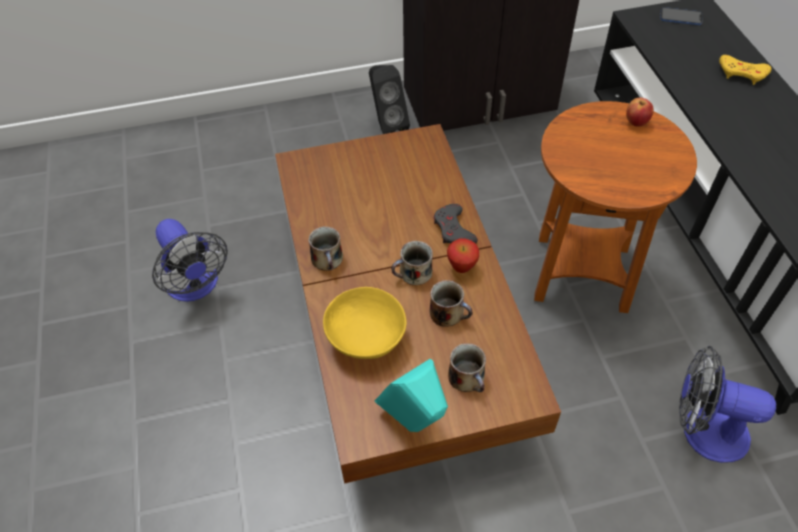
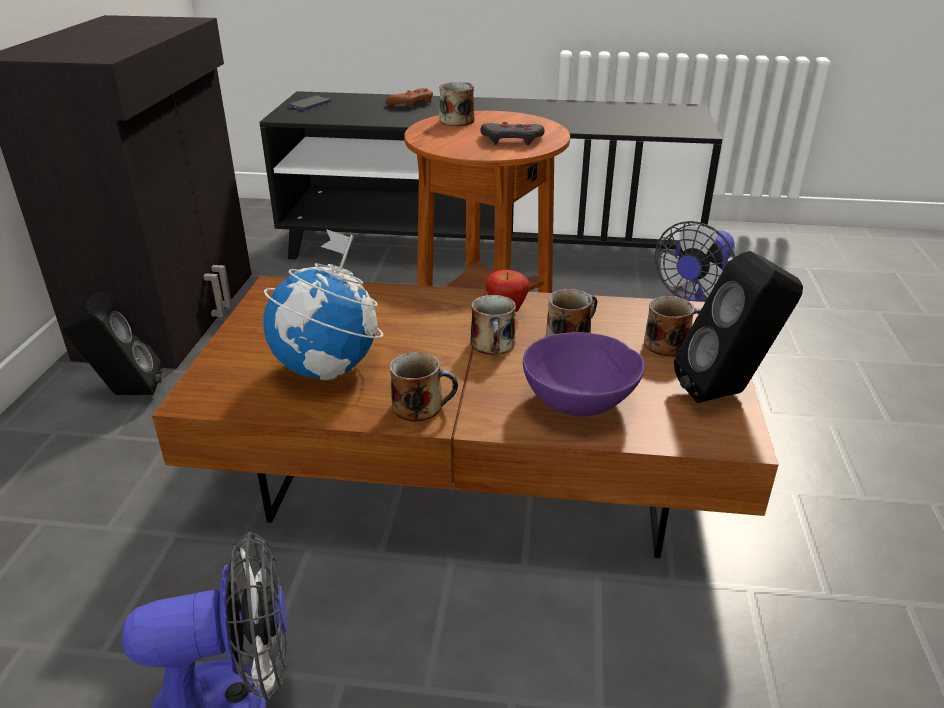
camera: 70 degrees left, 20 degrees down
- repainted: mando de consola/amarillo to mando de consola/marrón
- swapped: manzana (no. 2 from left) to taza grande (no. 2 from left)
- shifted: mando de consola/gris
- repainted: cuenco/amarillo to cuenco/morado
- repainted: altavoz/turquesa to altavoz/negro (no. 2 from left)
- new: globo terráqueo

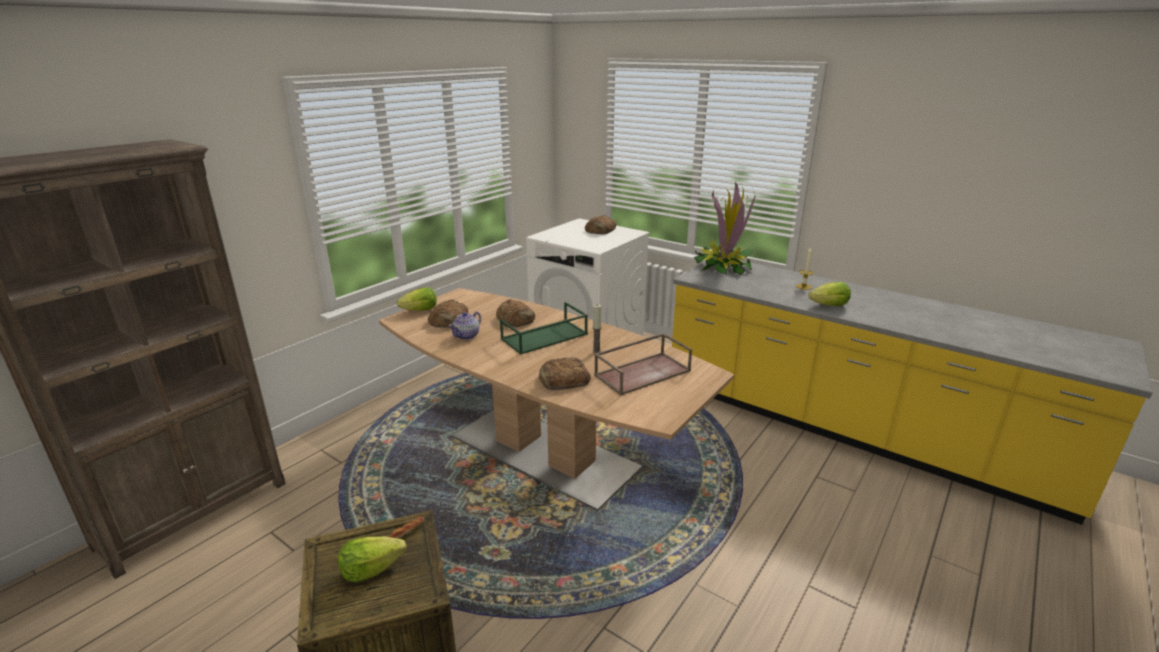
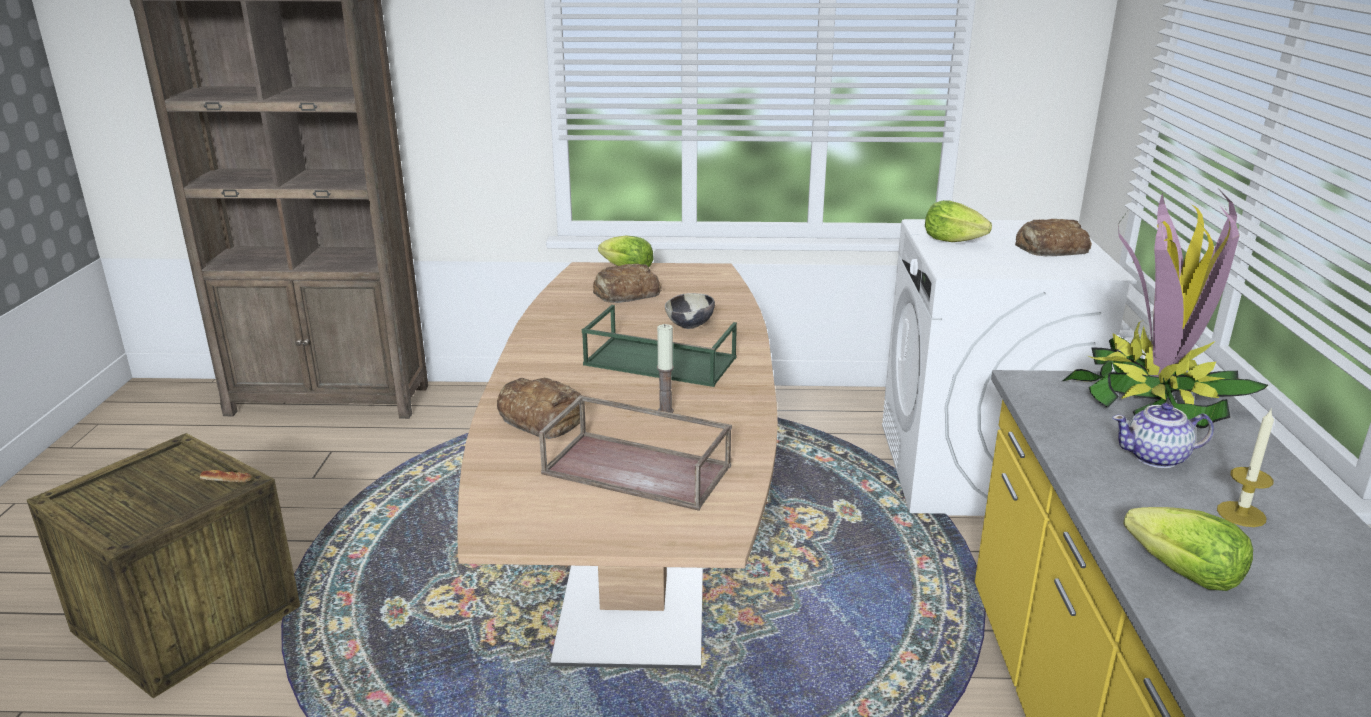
camera: 55 degrees right, 0 degrees up
- swapped: pan (no. 3 from left) to cuenco
- shifted: tetera
- shifted: lechuga (no. 1 from left in the first image) to lechuga (no. 2 from left)

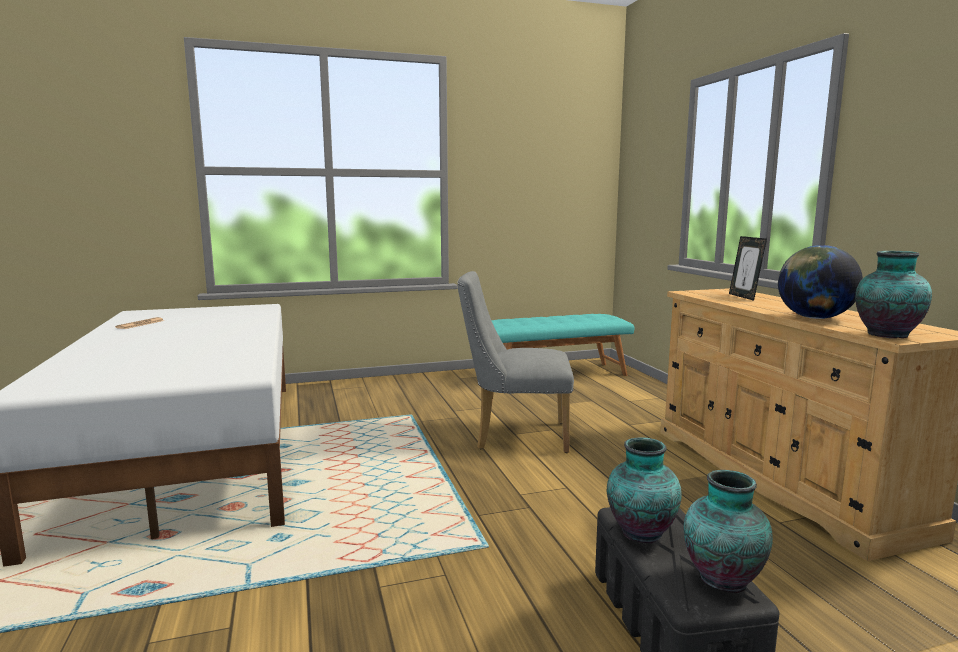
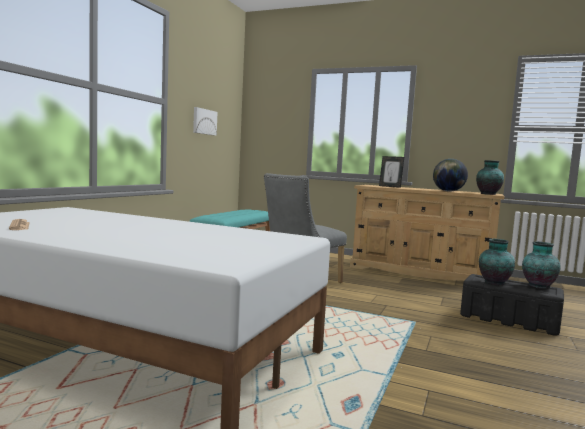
camera: 50 degrees left, 5 degrees down
- new: cuadro

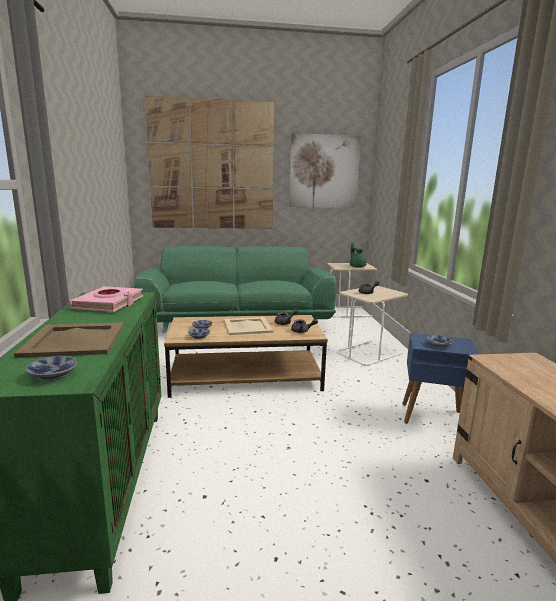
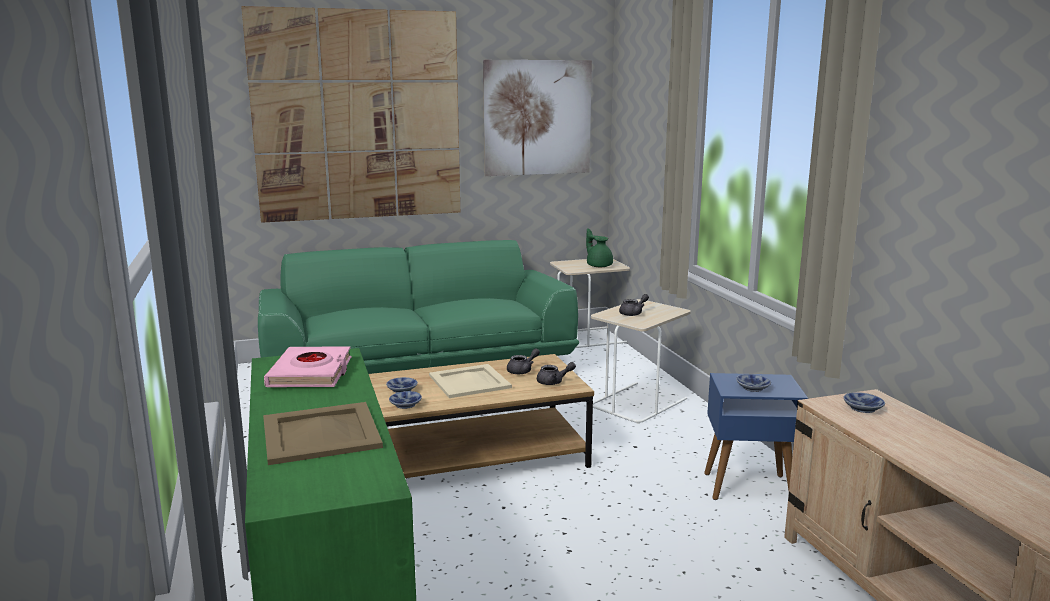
camera: 10 degrees left, 0 degrees up
- shifted: cuenco (no. 1 from left in the first image) to cuenco (no. 4 from left)

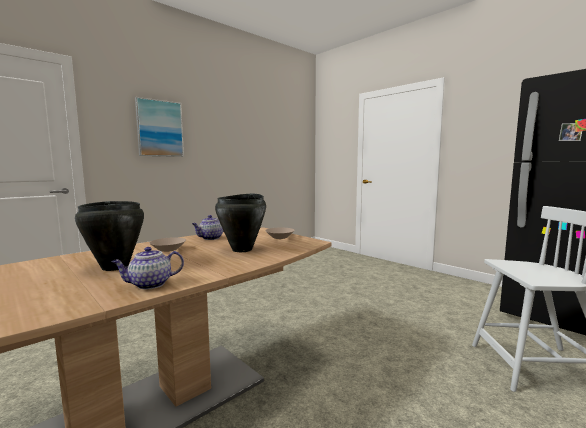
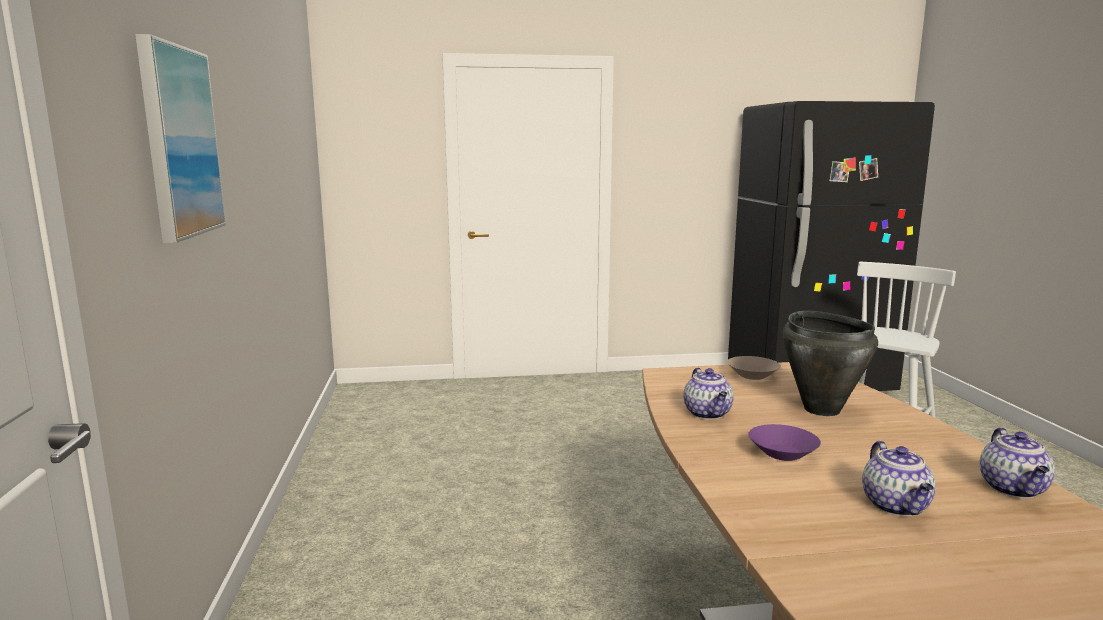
camera: 55 degrees left, 5 degrees up
- swapped: olla/negro (no. 1 from left) to tetera (no. 2 from left)
- repainted: cuenco/beis (no. 1 from left) to cuenco/morado

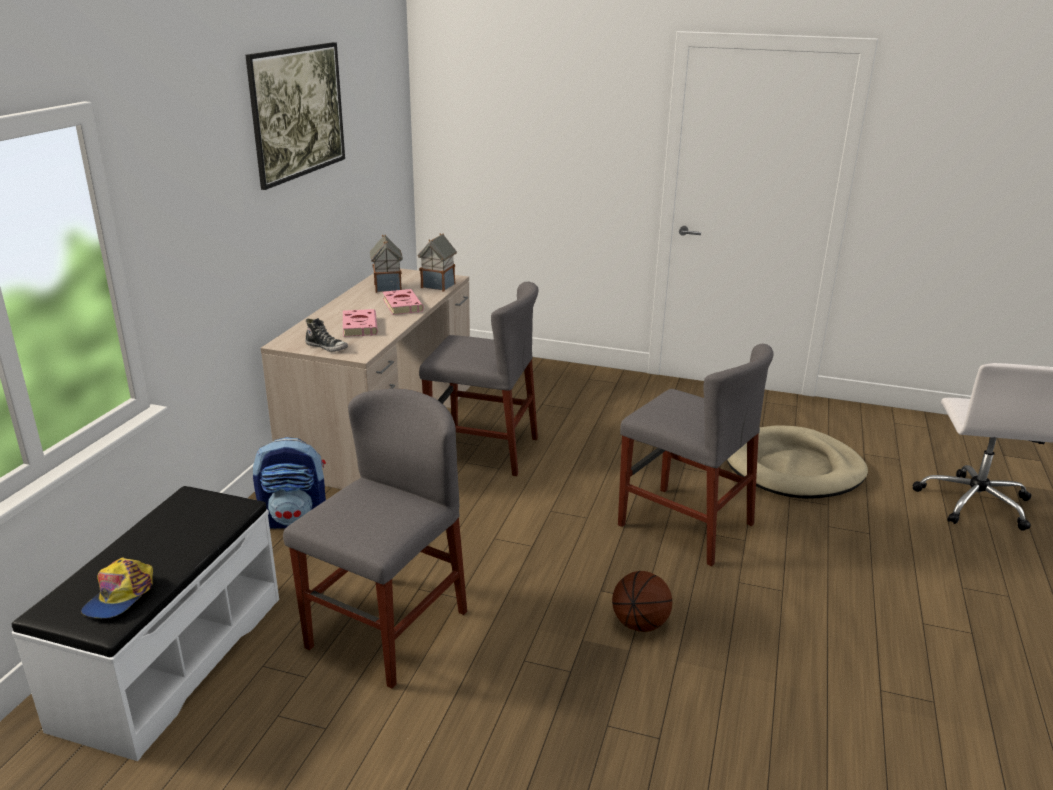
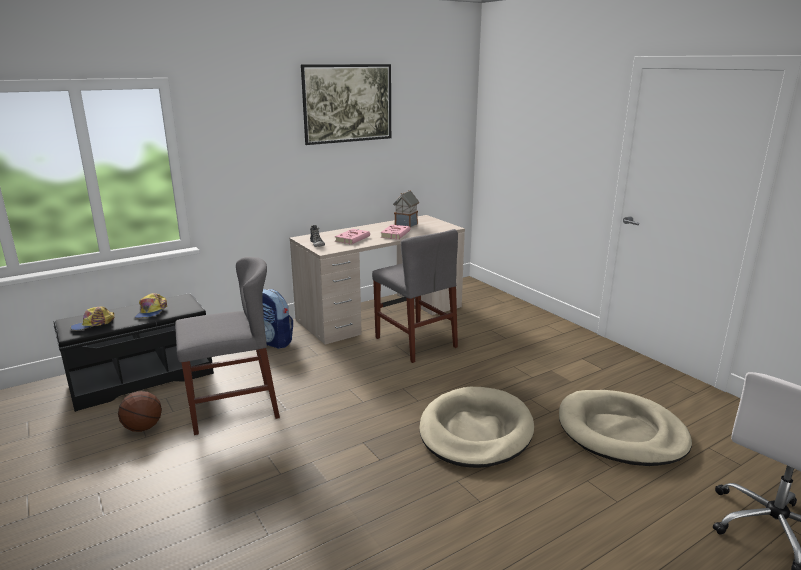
camera: 40 degrees right, 5 degrees down
- gone: casita (no. 2 from left)
- swapped: silla/gris (no. 3 from left) to cama para perro/beis (no. 1 from left)
- repainted: banco/blanco to banco/negro
- shifted: balón de baloncesto
- new: gorra (no. 2 from left)

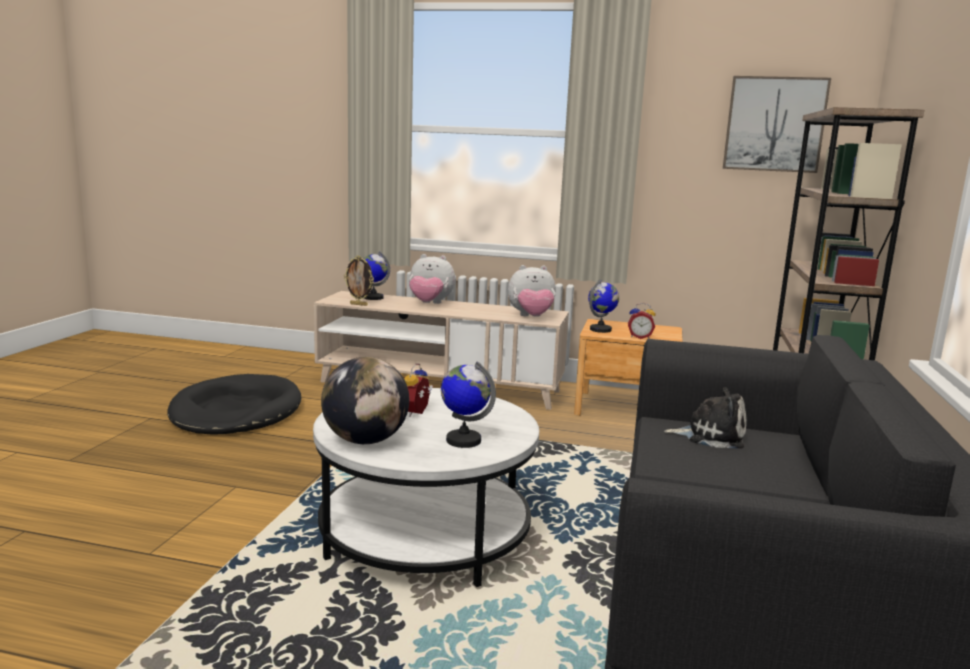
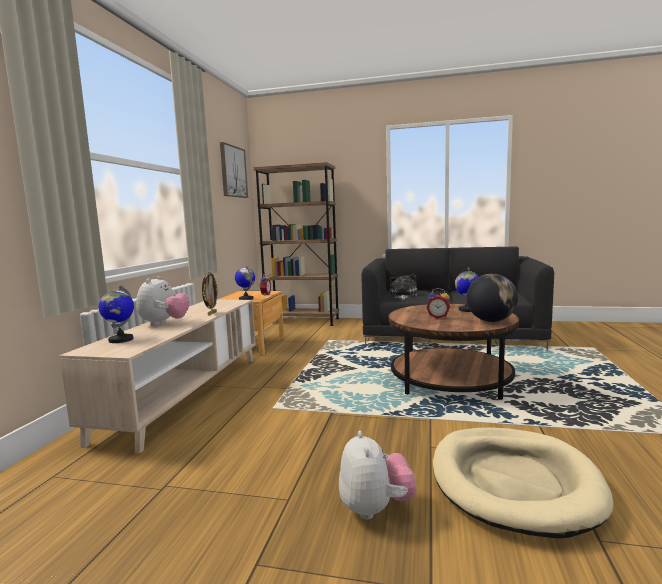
camera: 90 degrees left, 5 degrees down
- shifted: portarretratos
- shifted: peluche (no. 2 from left)
- gone: cama para perro/negro
- repainted: mesa de centro/blanco to mesa de centro/marrón
- new: cama para perro/beis

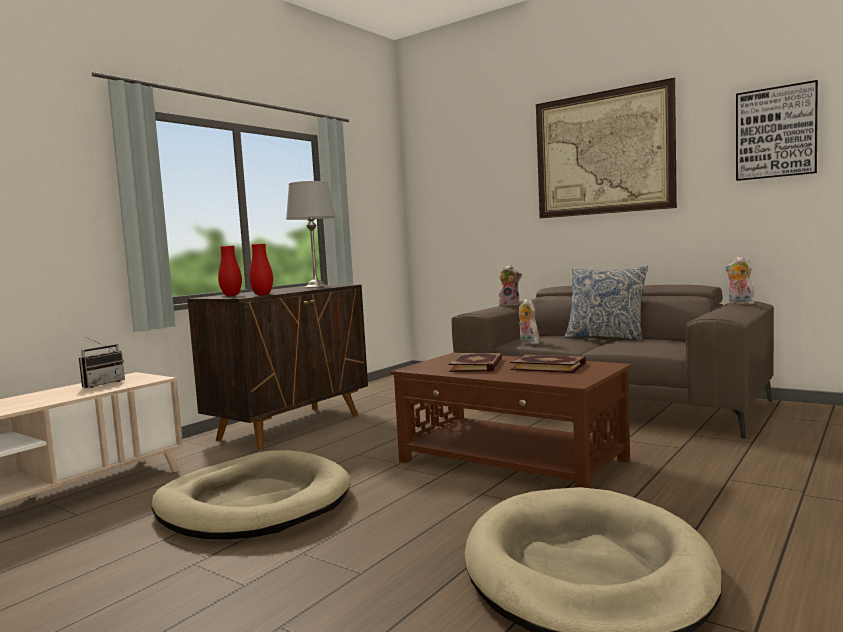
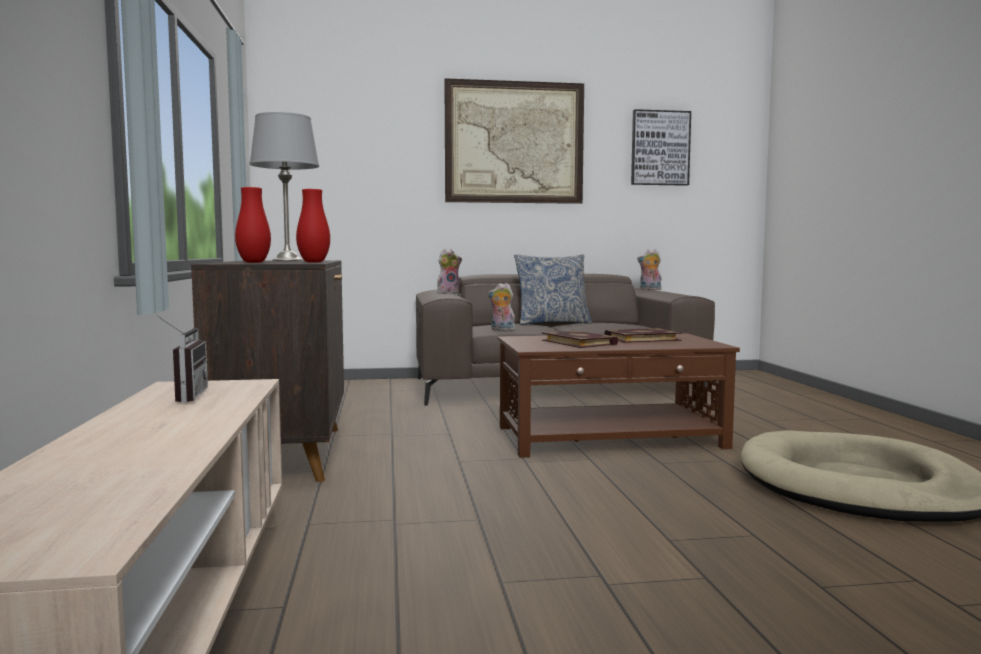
camera: 45 degrees left, 0 degrees up
- gone: cama para perro/beis (no. 1 from left)

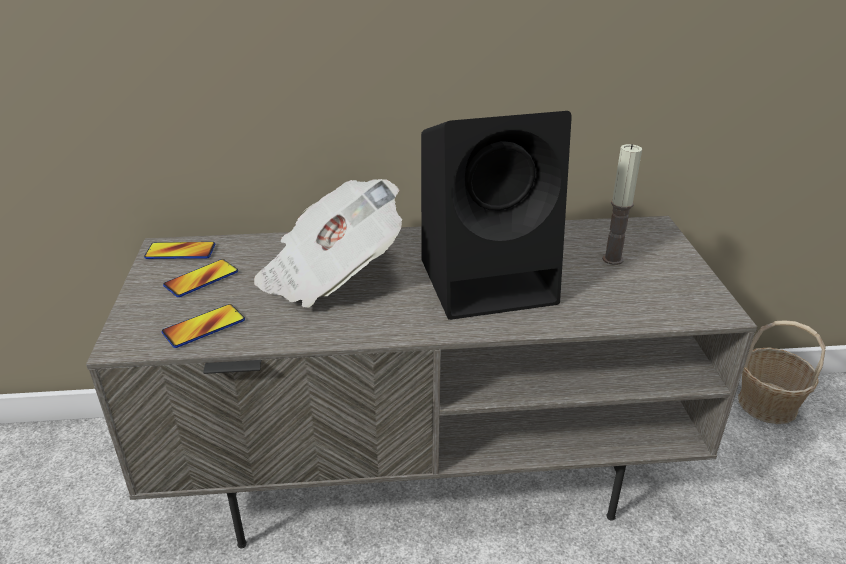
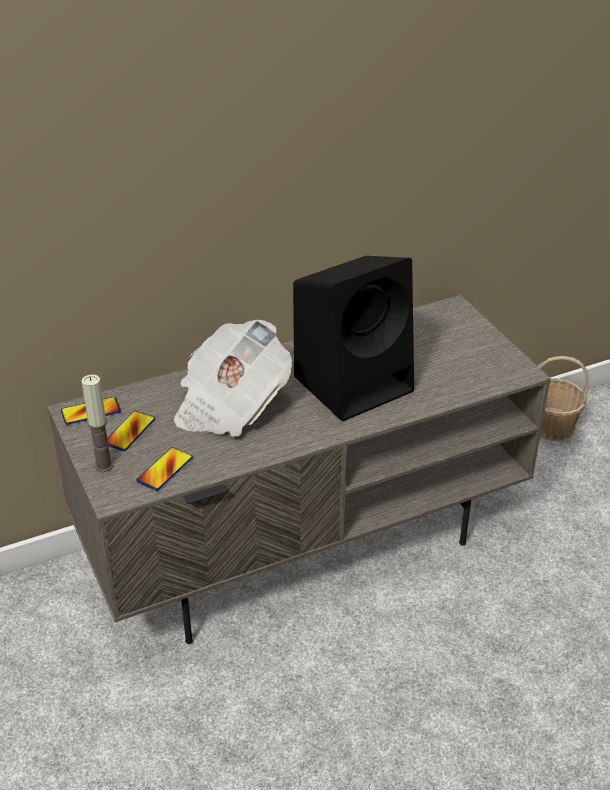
camera: 20 degrees left, 5 degrees up
- shifted: vela

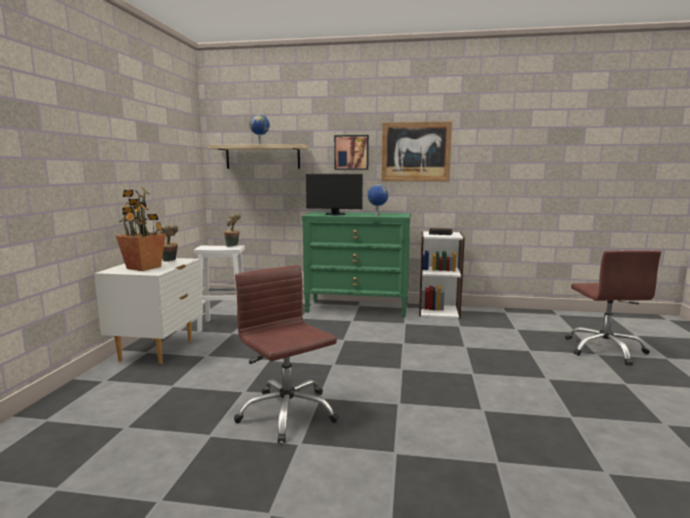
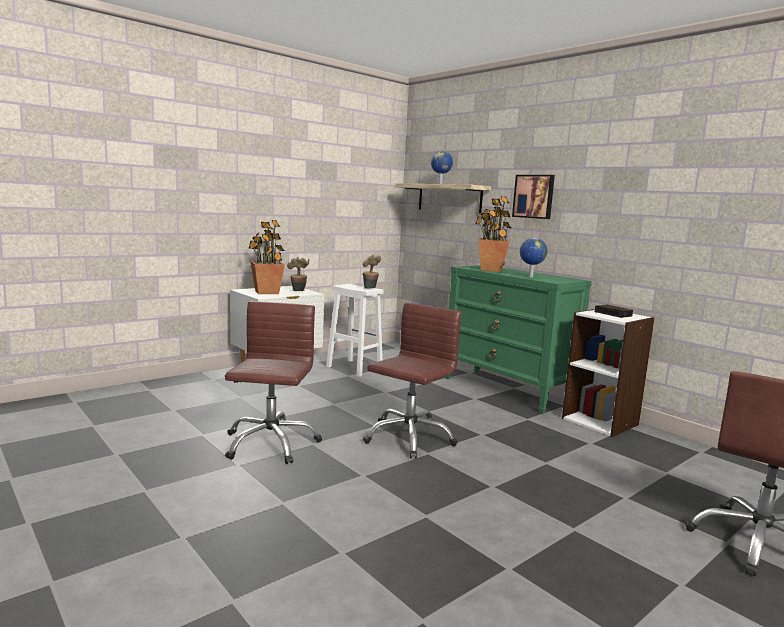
camera: 40 degrees right, 0 degrees up
- gone: cuadro (no. 2 from left)
- swapped: monitor to planta en maceta (no. 4 from left)
- new: silla de oficina/marrón (no. 2 from left)

